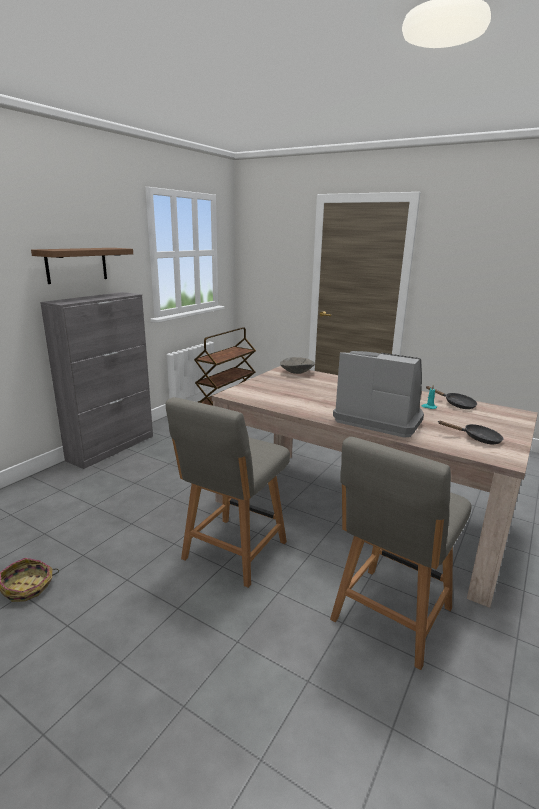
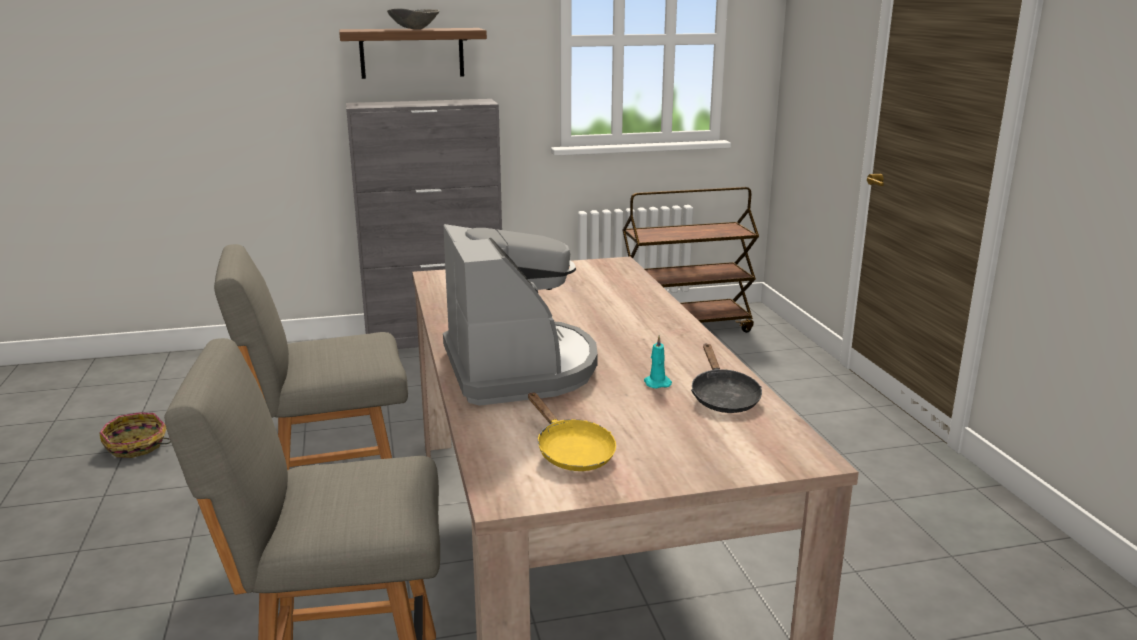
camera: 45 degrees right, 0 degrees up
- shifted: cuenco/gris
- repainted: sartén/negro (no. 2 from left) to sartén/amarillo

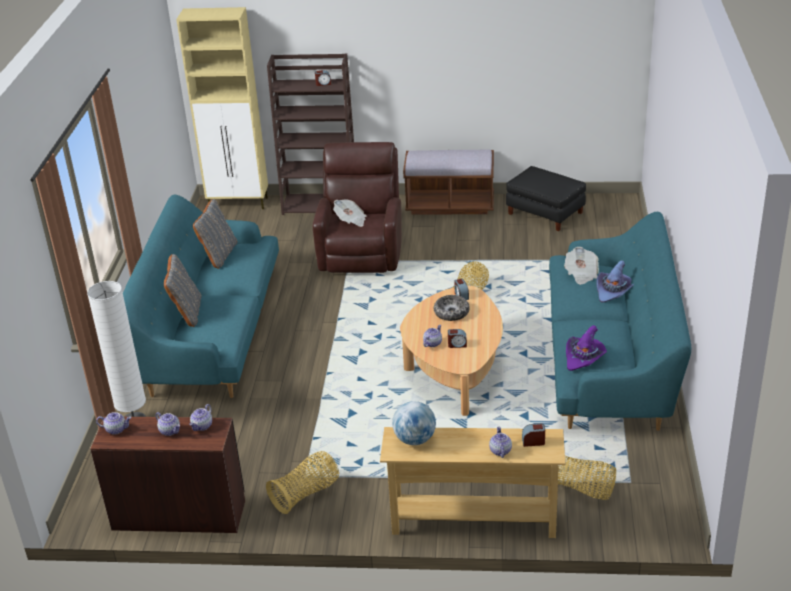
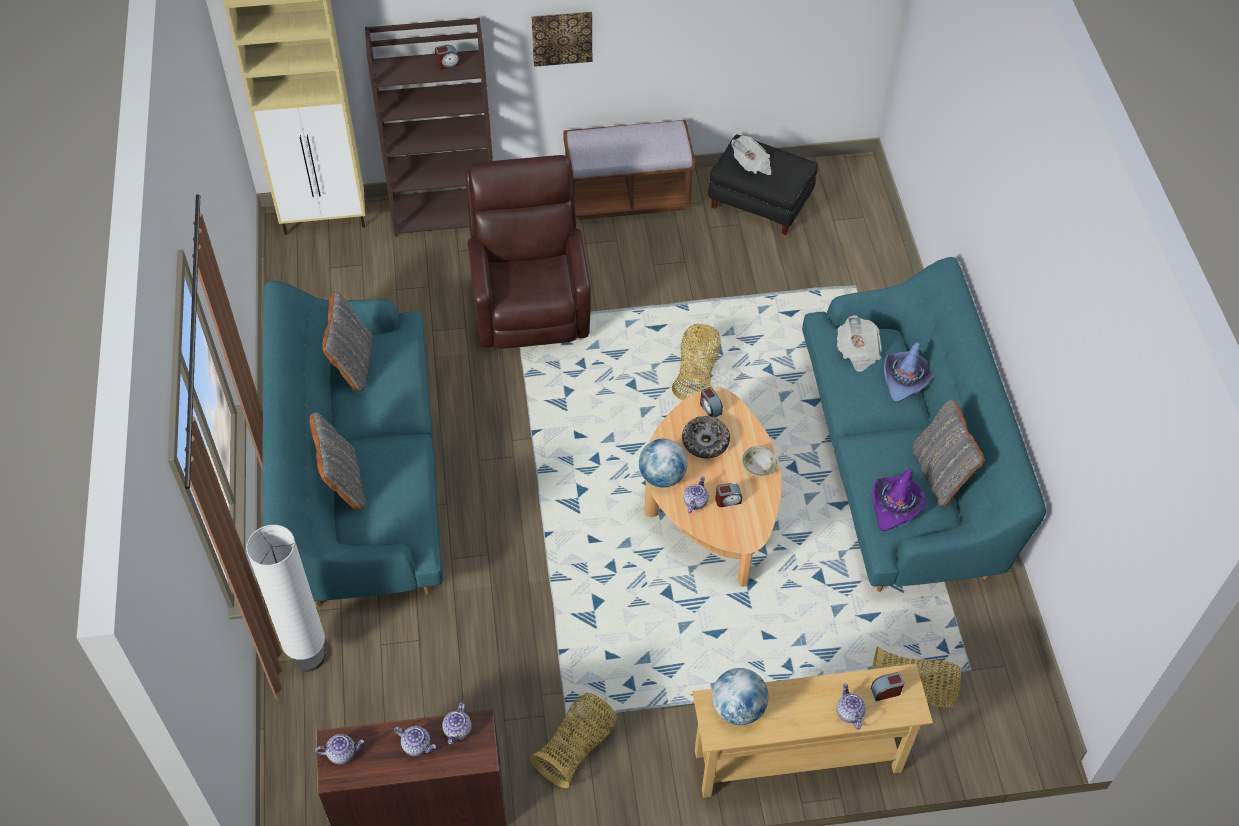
camera: 15 degrees left, 20 degrees up
- shifted: periódico (no. 1 from left)
- new: cuadro
- new: cojín/gris (no. 3 from left)
- new: globo terráqueo (no. 1 from left)
- new: cuenco (no. 2 from left)

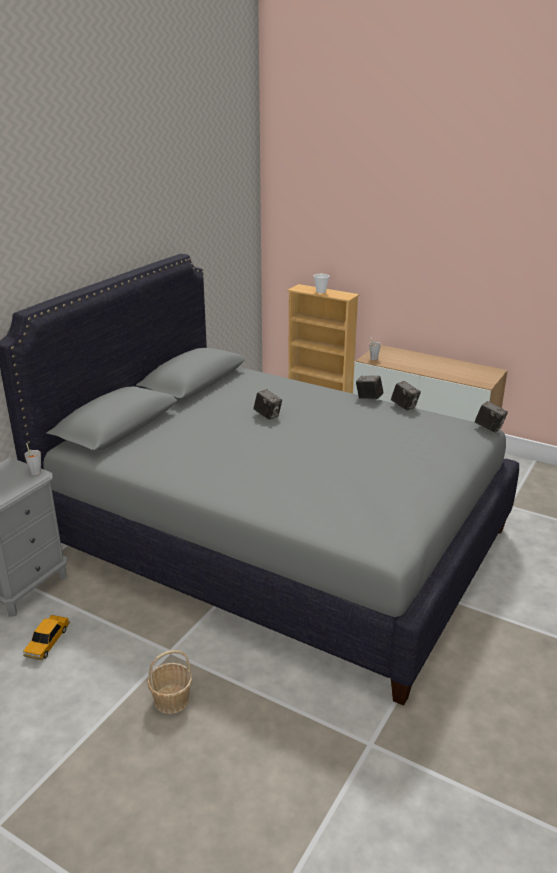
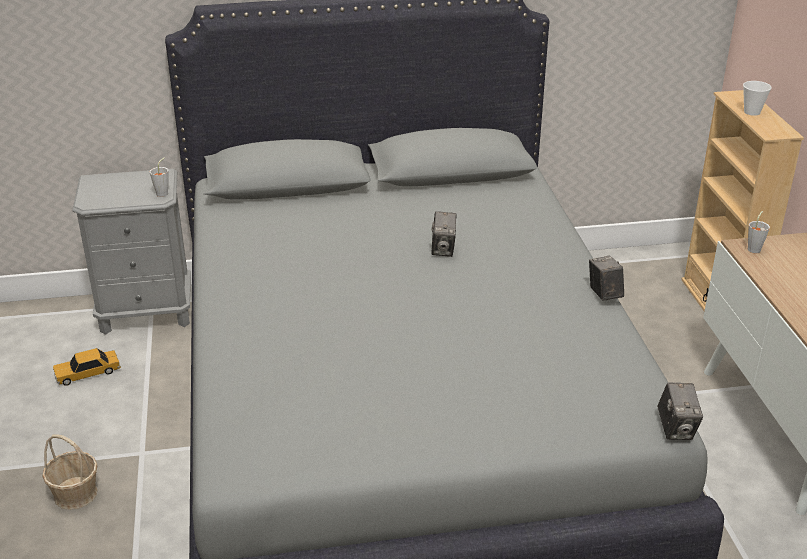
camera: 50 degrees right, 5 degrees up
- gone: cámara (no. 3 from left)

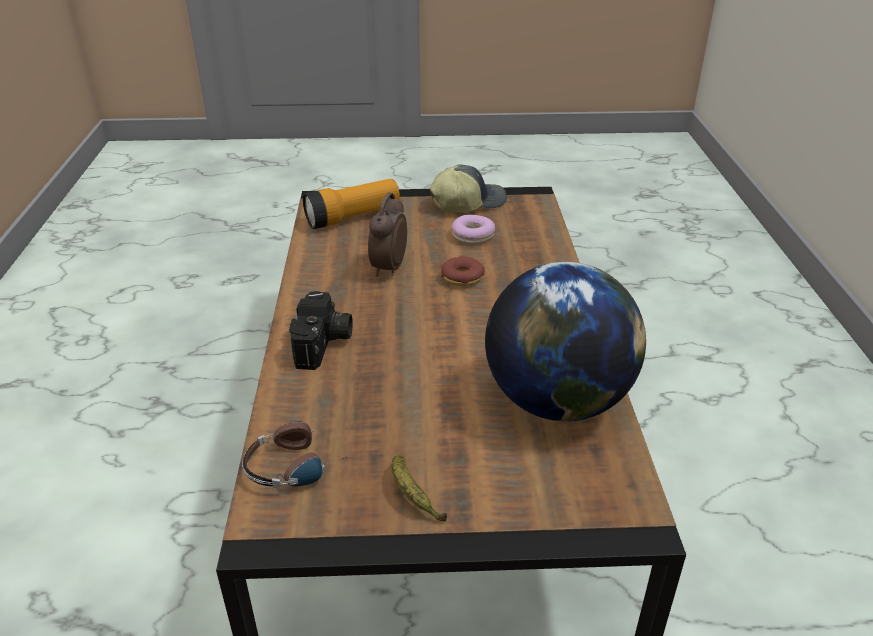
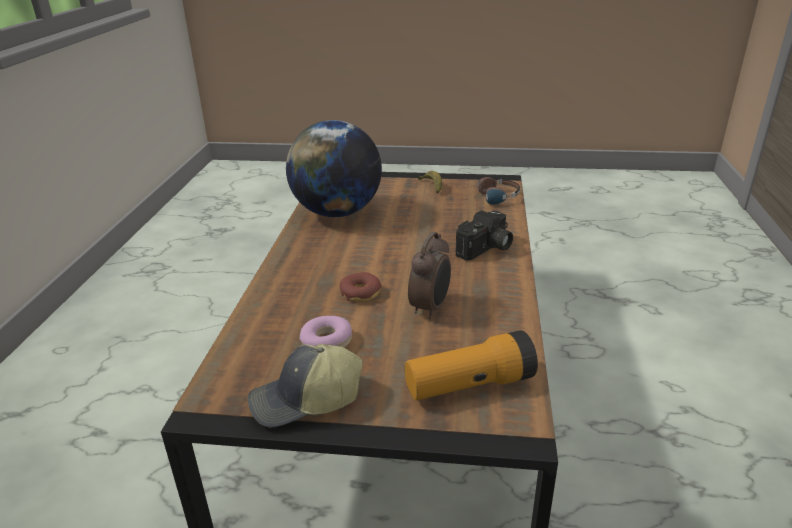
camera: 170 degrees left, 5 degrees down
- rotated: cámara 150 degrees counterclockwise

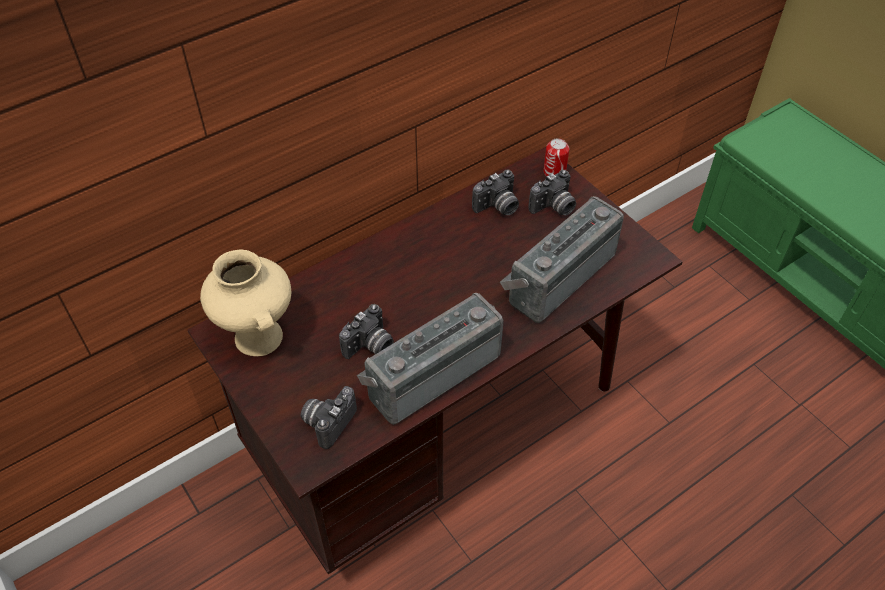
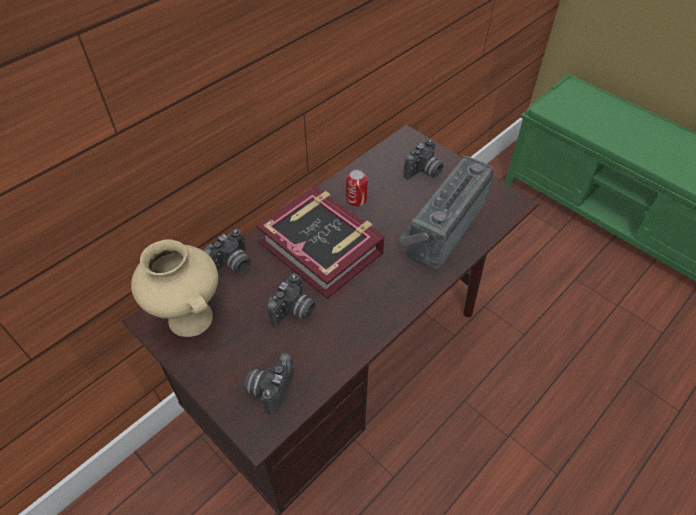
camera: 10 degrees left, 0 degrees up
- shifted: lata
- shifted: cámara (no. 3 from left in the first image) to cámara (no. 1 from left)
- gone: radio (no. 1 from left)
- new: libro

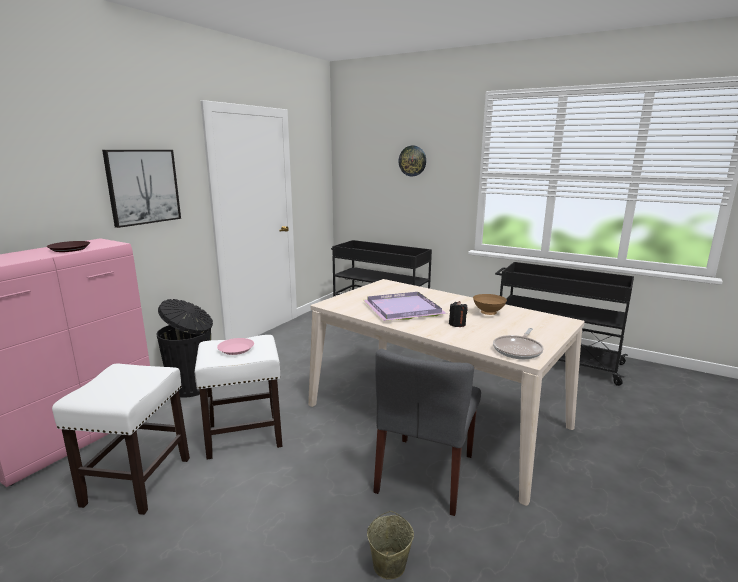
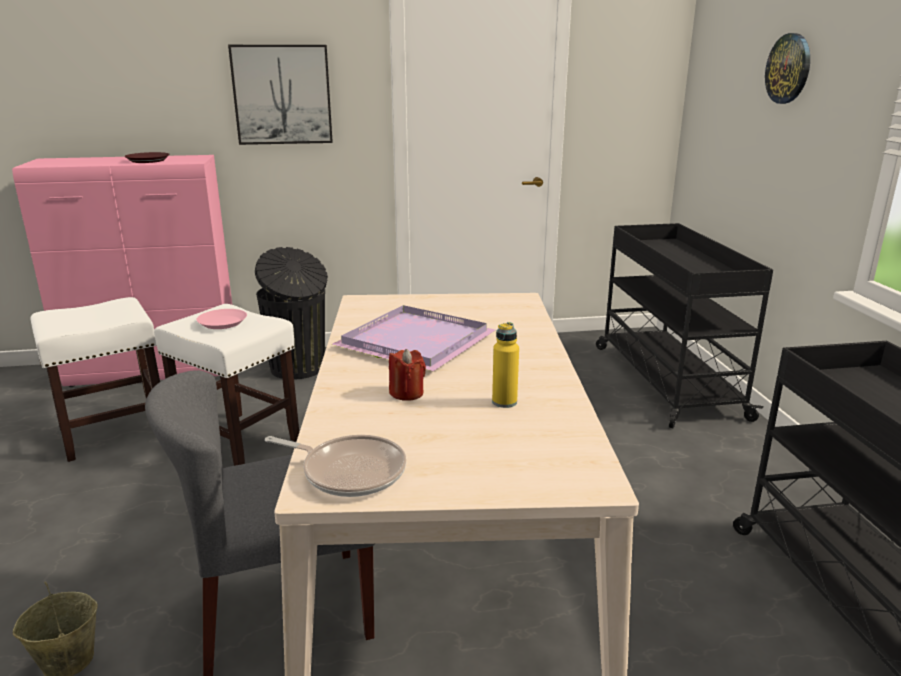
camera: 50 degrees right, 5 degrees up
- swapped: cuenco/marrón to botella/amarillo
- repainted: vela/negro to vela/rojo
- rotated: sartén 150 degrees counterclockwise

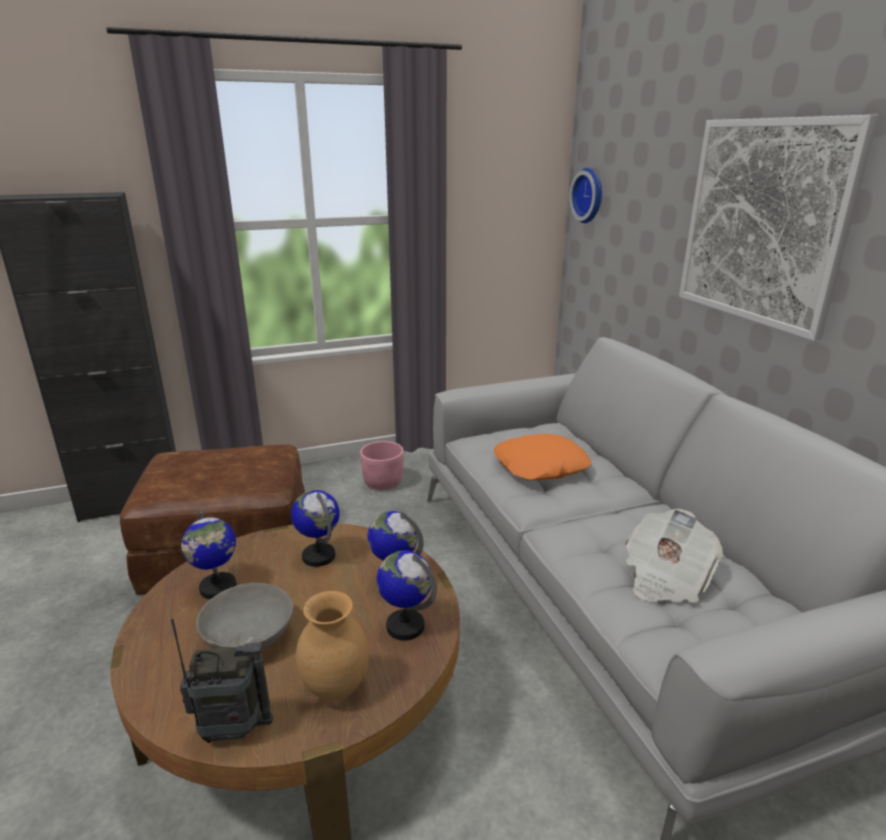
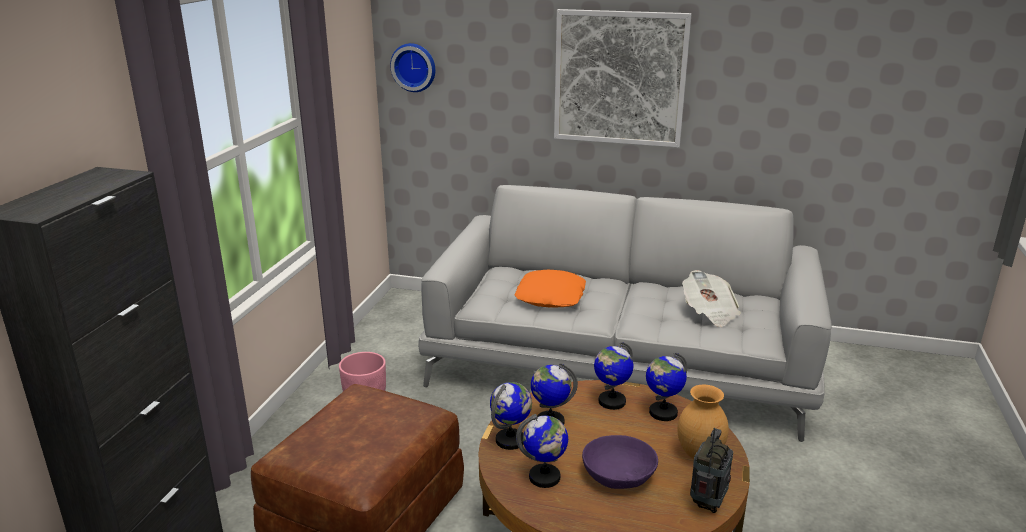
camera: 55 degrees left, 0 degrees up
- repainted: cuenco/gris to cuenco/morado
- new: globo terráqueo (no. 1 from left)

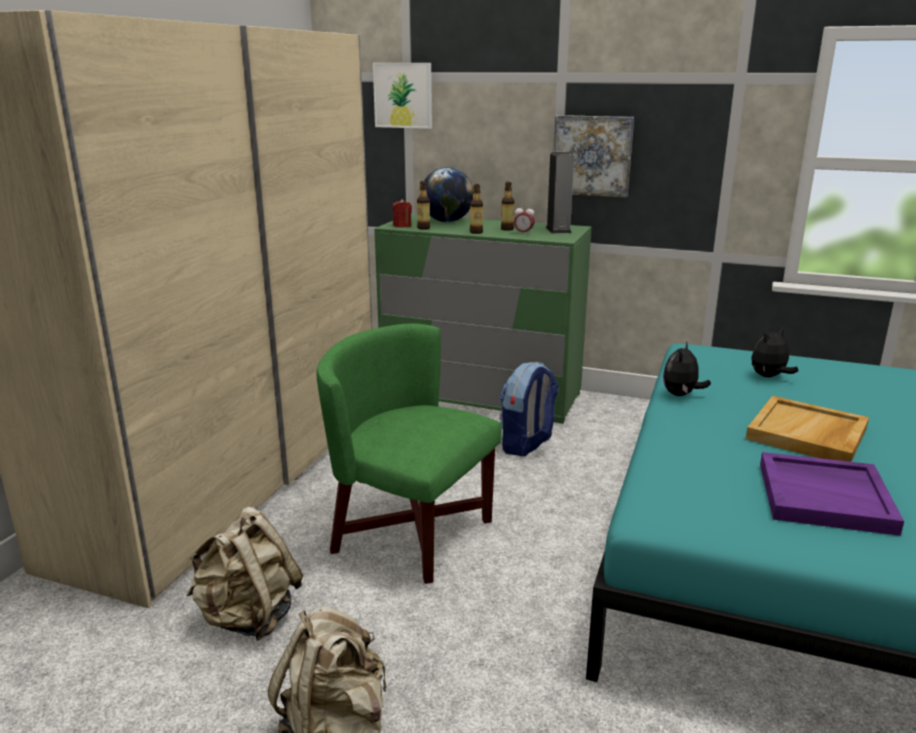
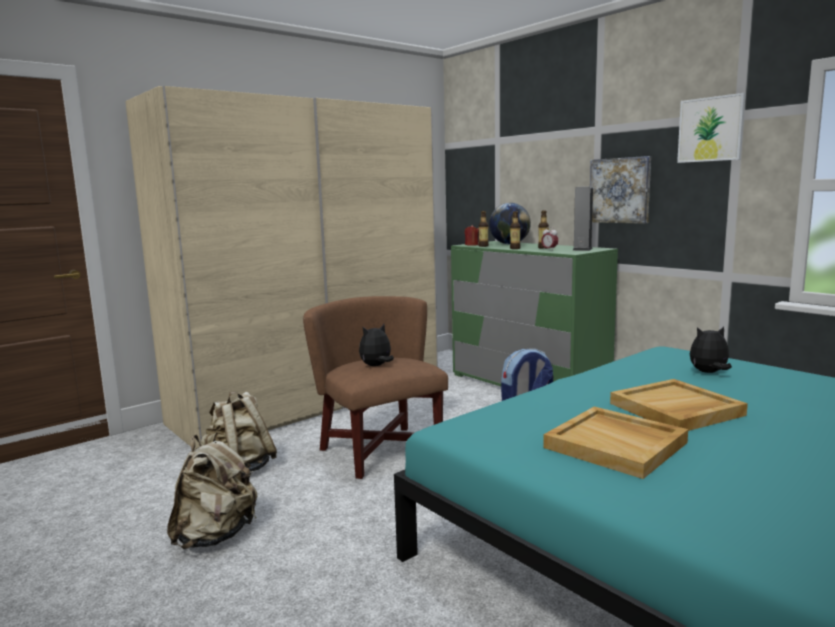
camera: 30 degrees right, 10 degrees down
- shifted: cuadro (no. 1 from left in the first image) to cuadro (no. 2 from left)
- repainted: sillón/verde to sillón/marrón
- shifted: peluche (no. 1 from left)
- repainted: bandeja/morado to bandeja/beis (no. 1 from left)

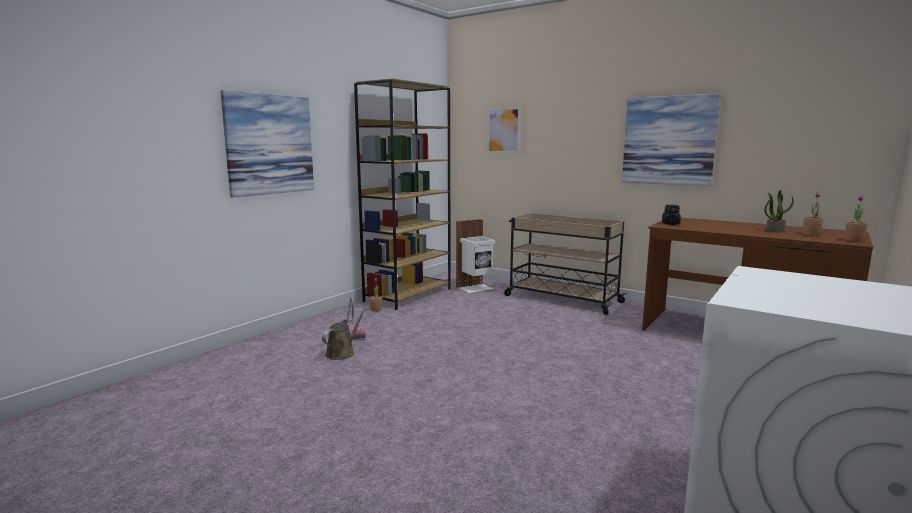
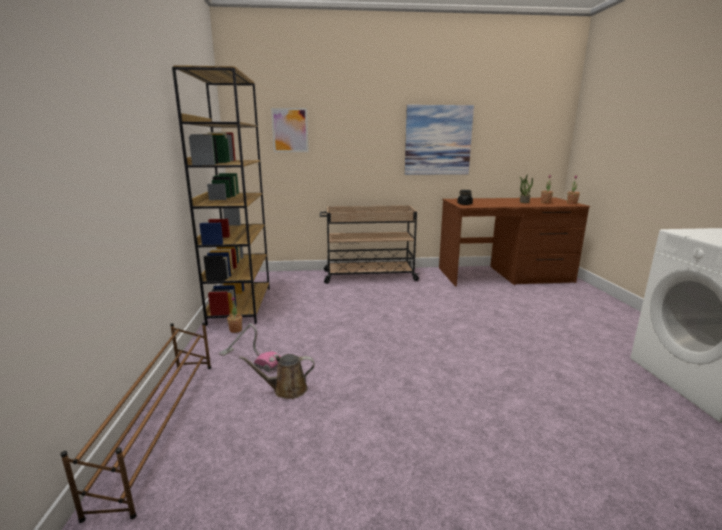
camera: 40 degrees left, 5 degrees up
- gone: cuadro (no. 1 from left)
- gone: papelera/blanco
- rotated: regadera/marrón 90 degrees counterclockwise
- new: zapatero/marrón

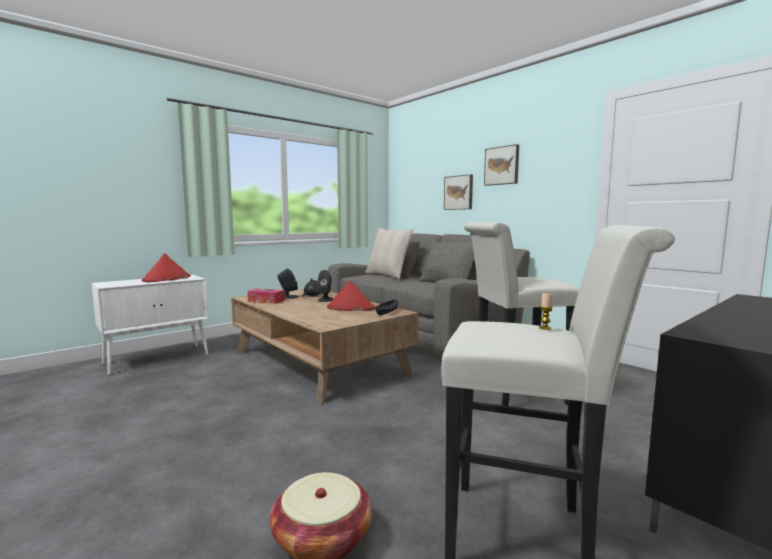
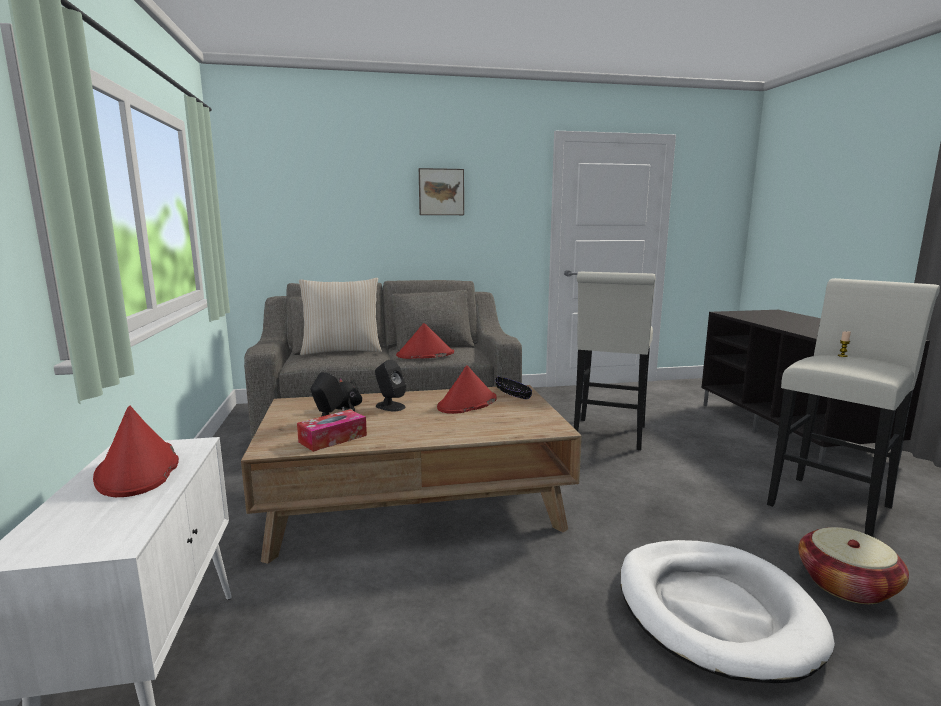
camera: 60 degrees left, 5 degrees up
- gone: cuadro (no. 1 from left)
- new: sombrero/rojo (no. 2 from left)
- new: cama para perro/blanco

